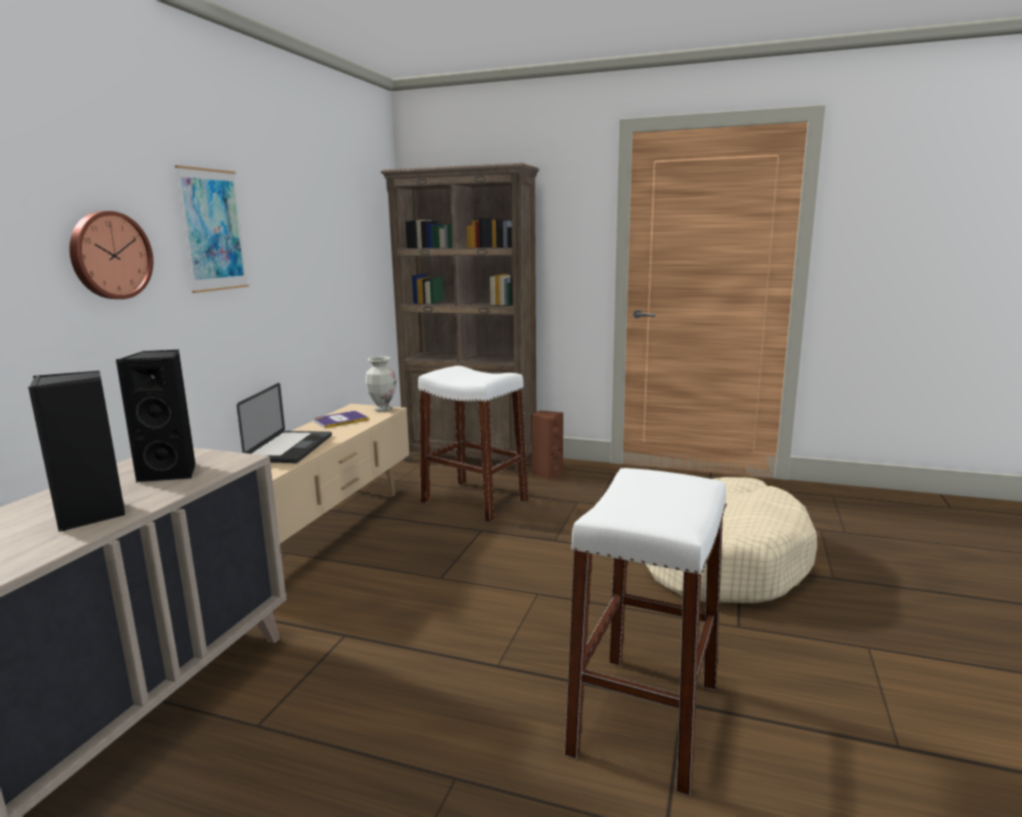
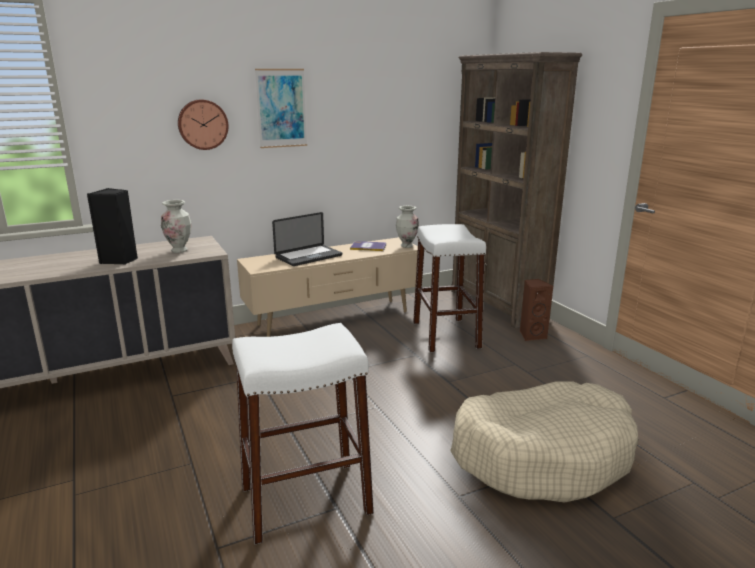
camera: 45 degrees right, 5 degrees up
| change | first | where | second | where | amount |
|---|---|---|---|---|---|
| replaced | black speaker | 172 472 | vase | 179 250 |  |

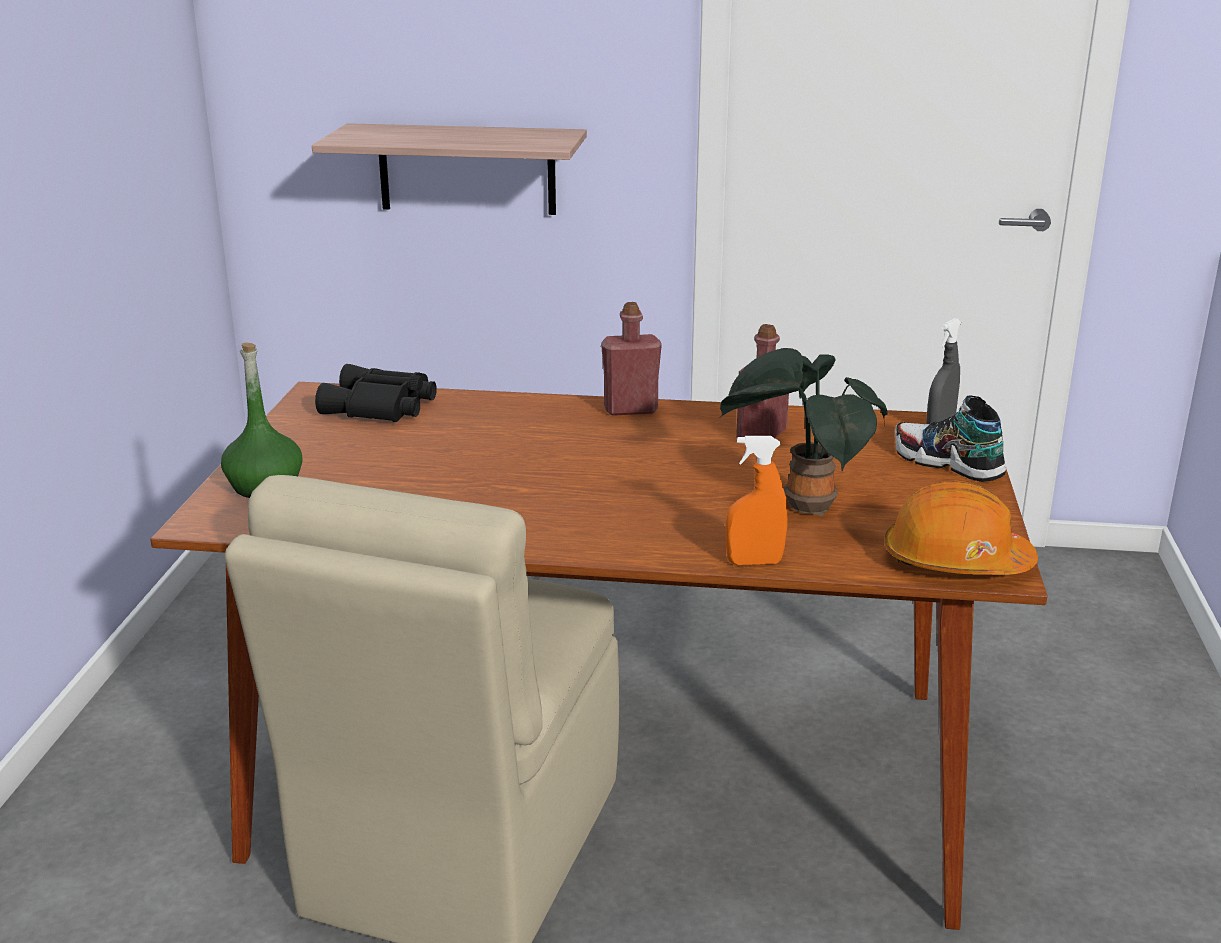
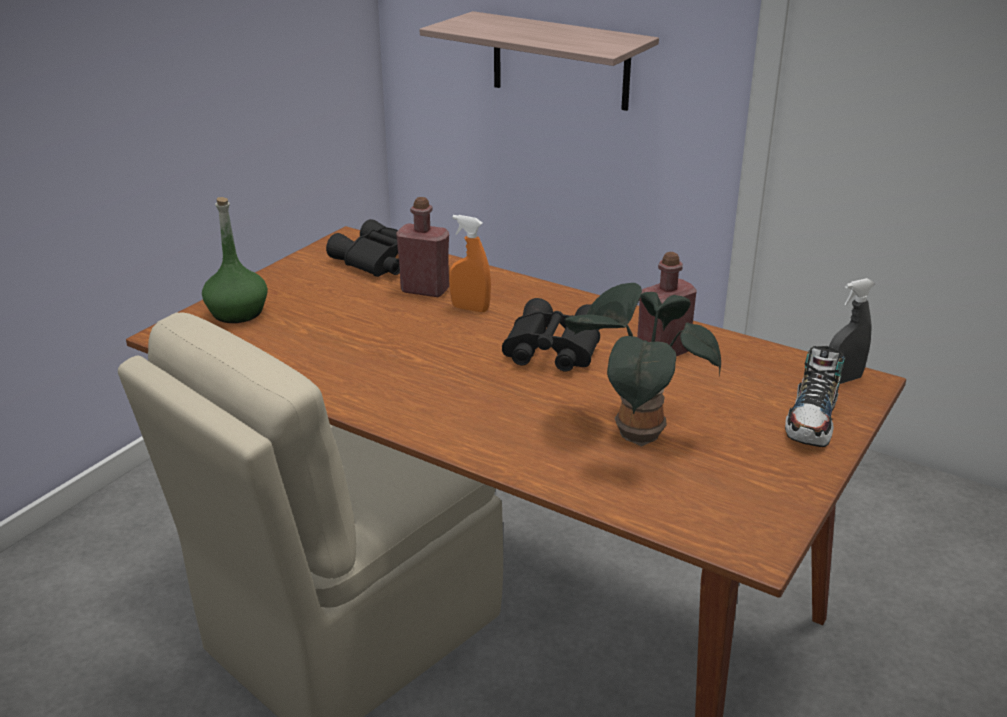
camera: 25 degrees right, 5 degrees up
| change | first | where | second | where | amount |
|---|---|---|---|---|---|
| moved | red bottle | 630 409 |  | 425 290 |  |
| turned | shoe | 947 463 |  | 812 421 | 135 degrees counterclockwise |
| moved | orange spray bottle | 754 562 |  | 470 308 |  |
| removed | orange hard hat | 955 561 |  |  |  |
| added |  |  | black binoculars | 550 349 |  |

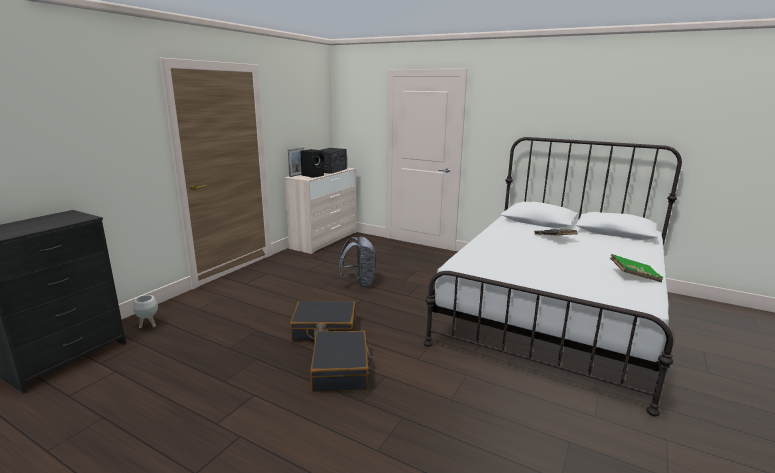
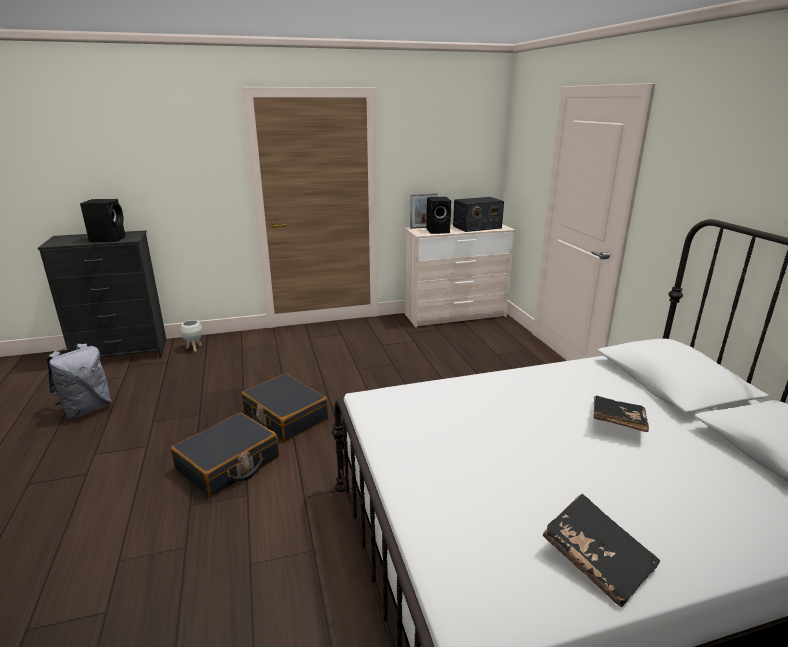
camera: 45 degrees right, 5 degrees up
| change | first | where | second | where | amount |
|---|---|---|---|---|---|
| moved | grey backpack | 359 283 |  | 87 409 |  |
| recoloured | green book | 634 275 | black book | 597 559 |  |
| added |  |  | black speaker | 109 239 |  |

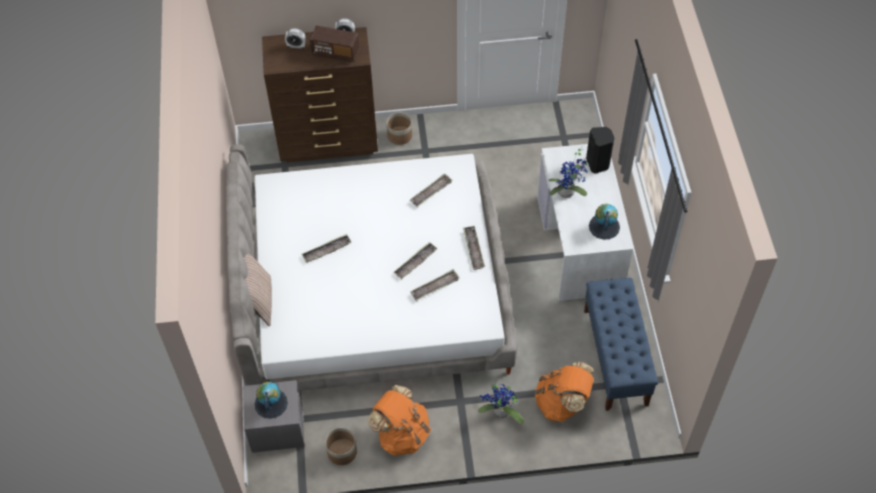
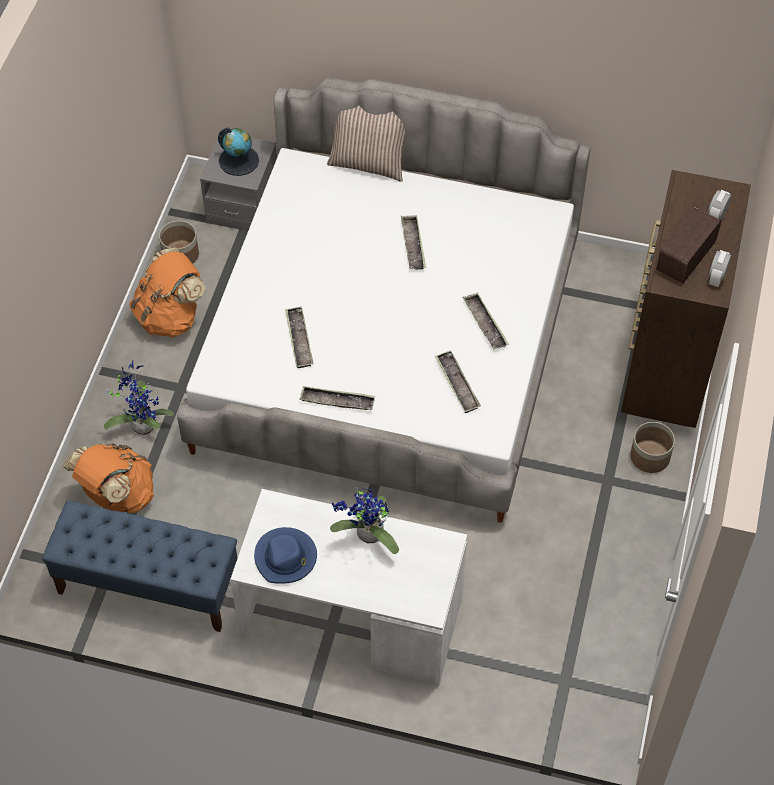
camera: 110 degrees right, 0 degrees up
| change | first | where | second | where | amount |
|---|---|---|---|---|---|
| removed | black speaker | 598 164 |  |  |  |
| replaced | globe | 604 226 | blue hat | 286 557 |  |
| moved | tray | 415 262 |  | 485 324 |  |

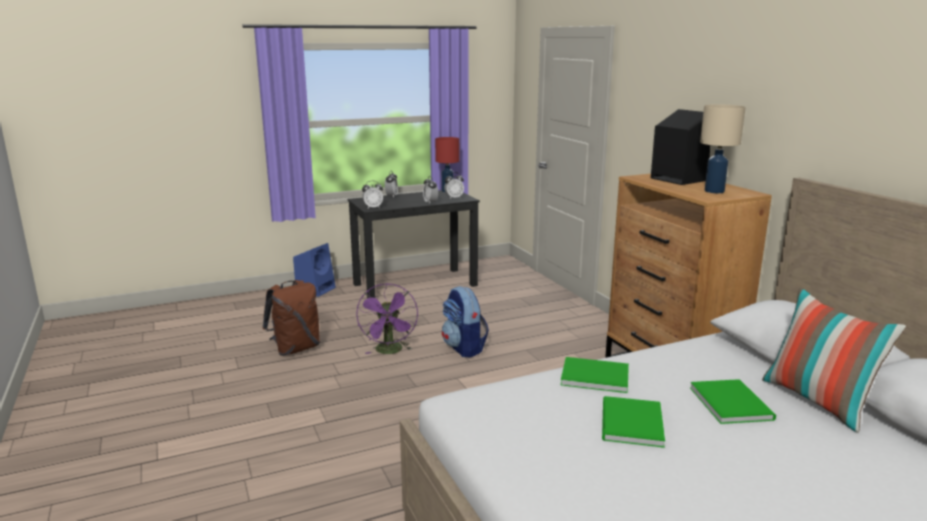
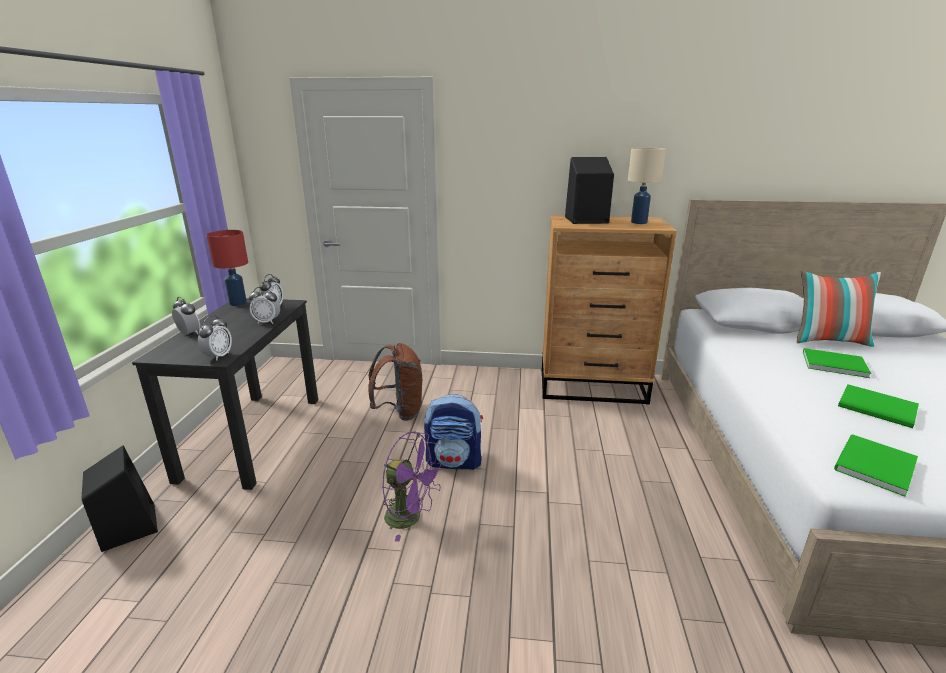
camera: 60 degrees left, 5 degrees up
| change | first | where | second | where | amount |
|---|---|---|---|---|---|
| recoloured | blue speaker | 316 289 | black speaker | 128 526 |  |
| moved | brown backpack | 295 349 |  | 399 412 |  |
| moved | green book | 593 375 |  | 872 466 |  |

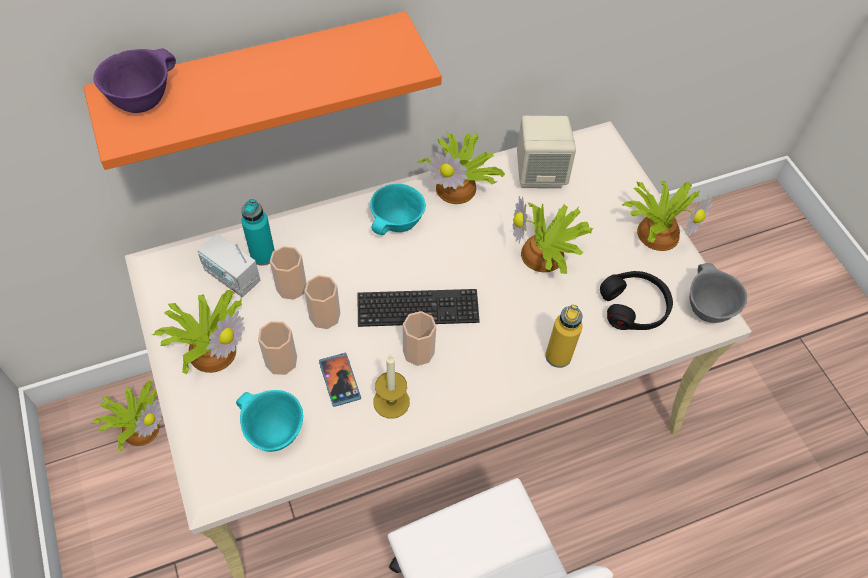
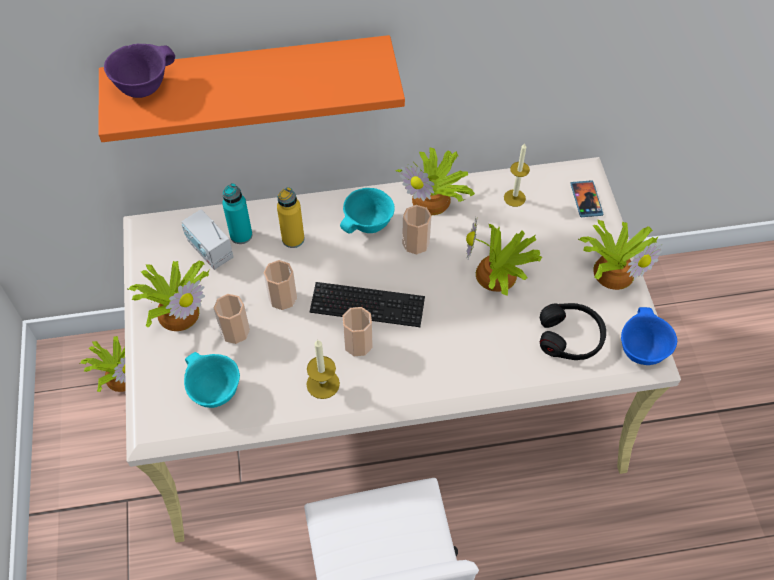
camera: 15 degrees right, 0 degrees up
| change | first | where | second | where | amount |
|---|---|---|---|---|---|
| replaced | beige speaker | 540 173 | candle | 514 198 |  |
| moved | cup | 291 287 |  | 415 243 |  |
| recoloured | grey bowl | 707 309 | blue bowl | 640 351 |  |
| moved | yellow bottle | 558 356 |  | 293 239 |  |
| moved | phone | 340 380 |  | 586 200 |  |

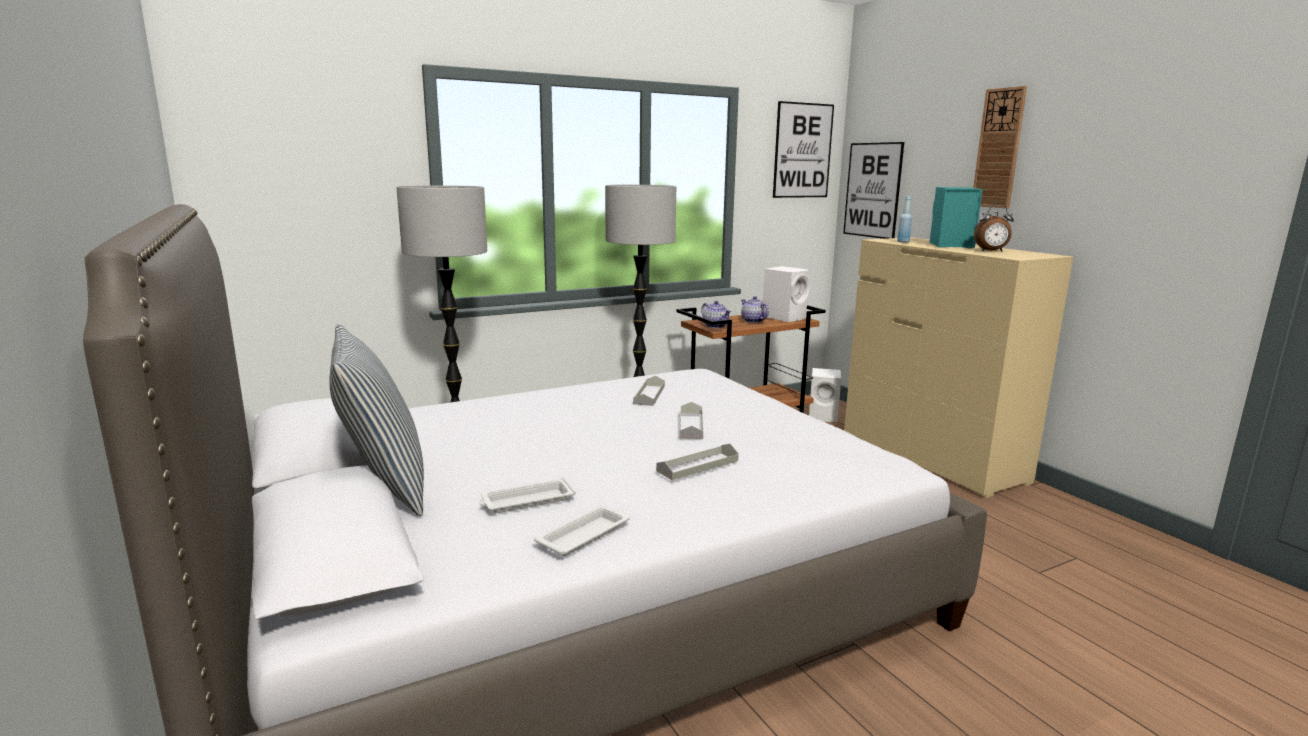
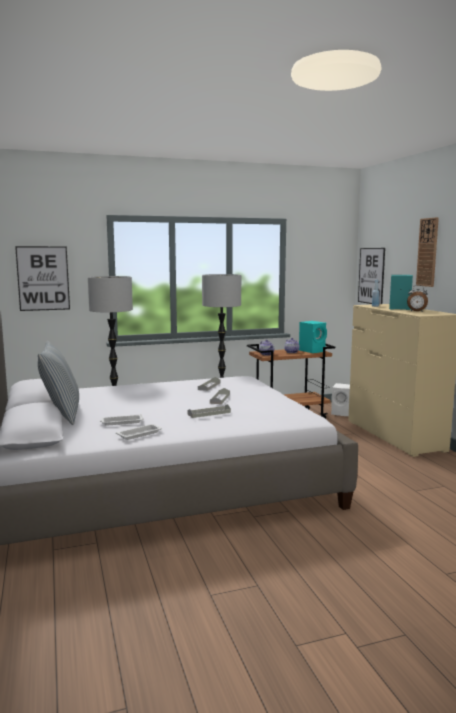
camera: 10 degrees right, 5 degrees down
| change | first | where | second | where | amount |
|---|---|---|---|---|---|
| moved | picture | 802 151 |  | 43 278 |  |
| recoloured | white speaker | 785 317 | turquoise speaker | 312 351 |  |

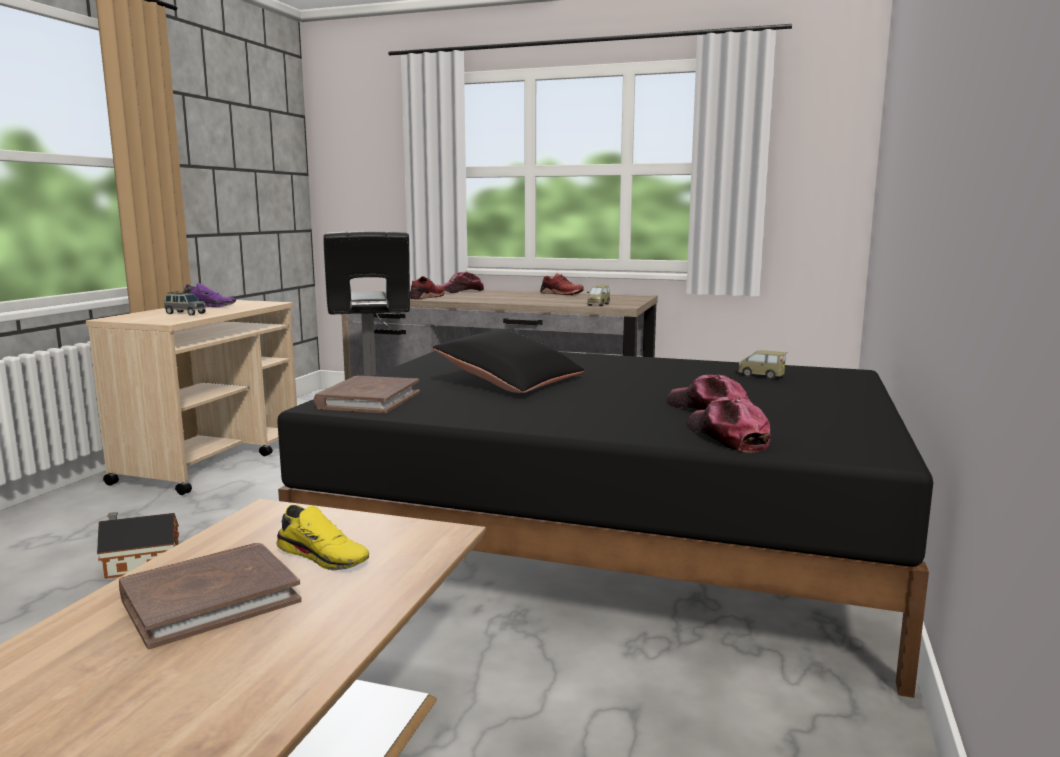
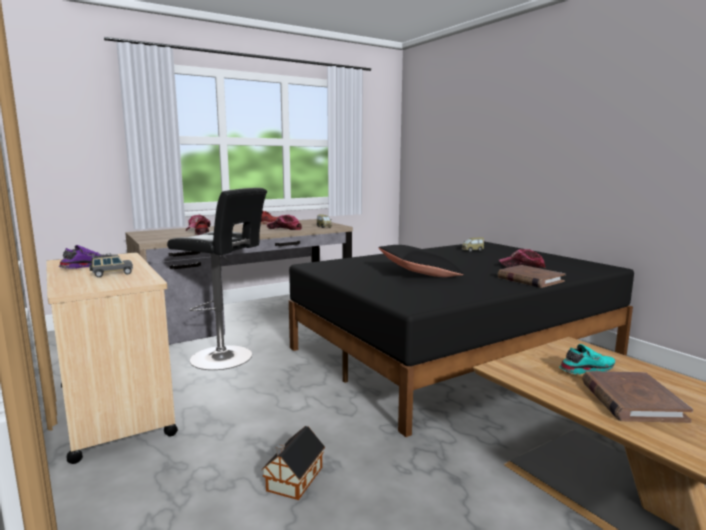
camera: 50 degrees left, 0 degrees up
| change | first | where | second | where | amount |
|---|---|---|---|---|---|
| moved | brown book | 368 400 |  | 530 279 |  |
| moved | cap | 727 437 |  | 284 228 |  |
| recoloured | yellow shoe | 325 556 | turquoise shoe | 585 369 |  |

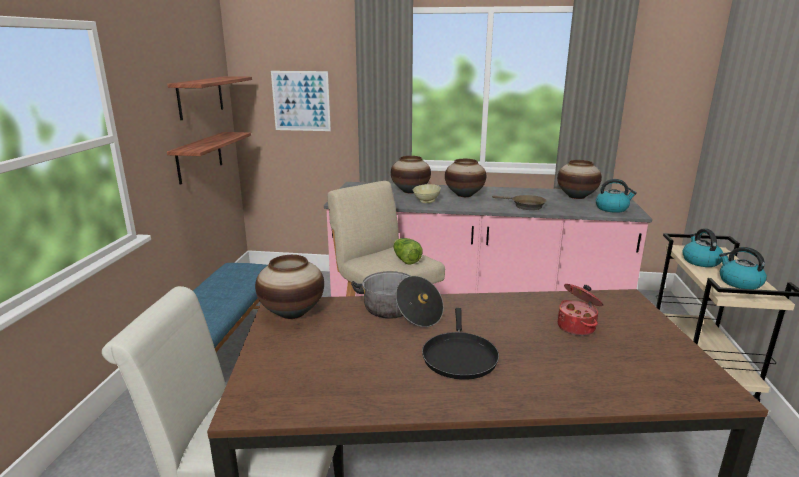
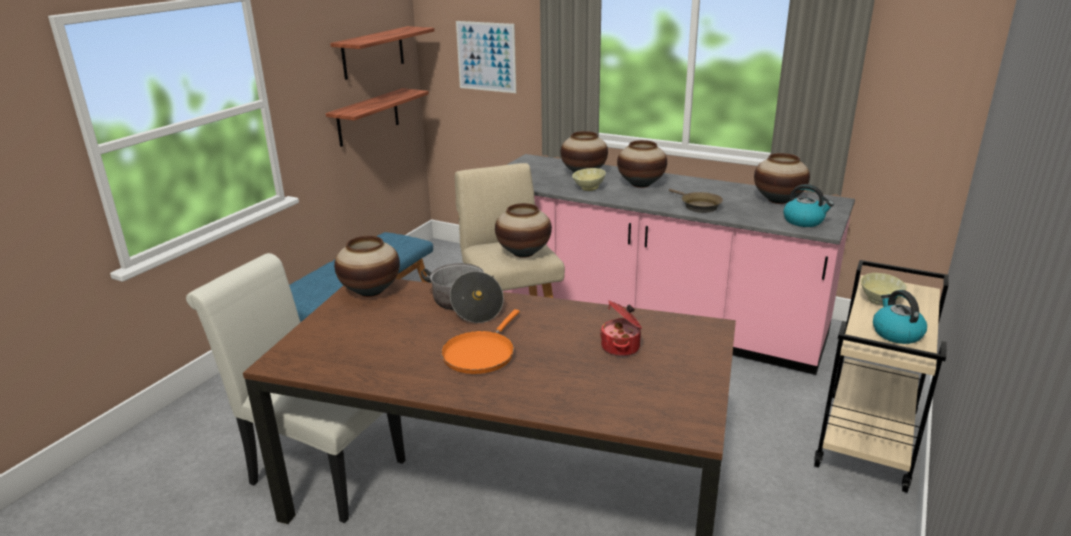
camera: 20 degrees right, 5 degrees up
| change | first | where | second | where | amount |
|---|---|---|---|---|---|
| replaced | kettle | 700 261 | beige bowl | 879 301 |  |
| replaced | lettuce | 405 259 | vase | 523 253 |  |
| recoloured | black frying pan | 459 356 | orange frying pan | 481 353 |  |

